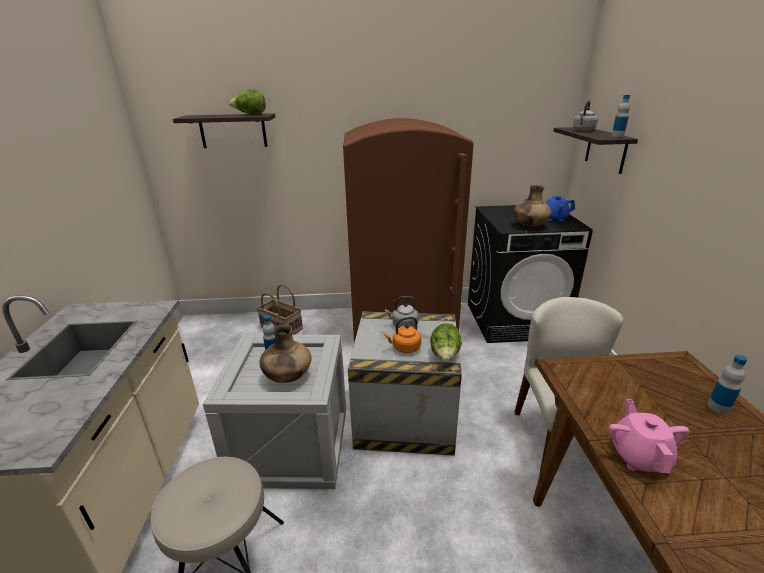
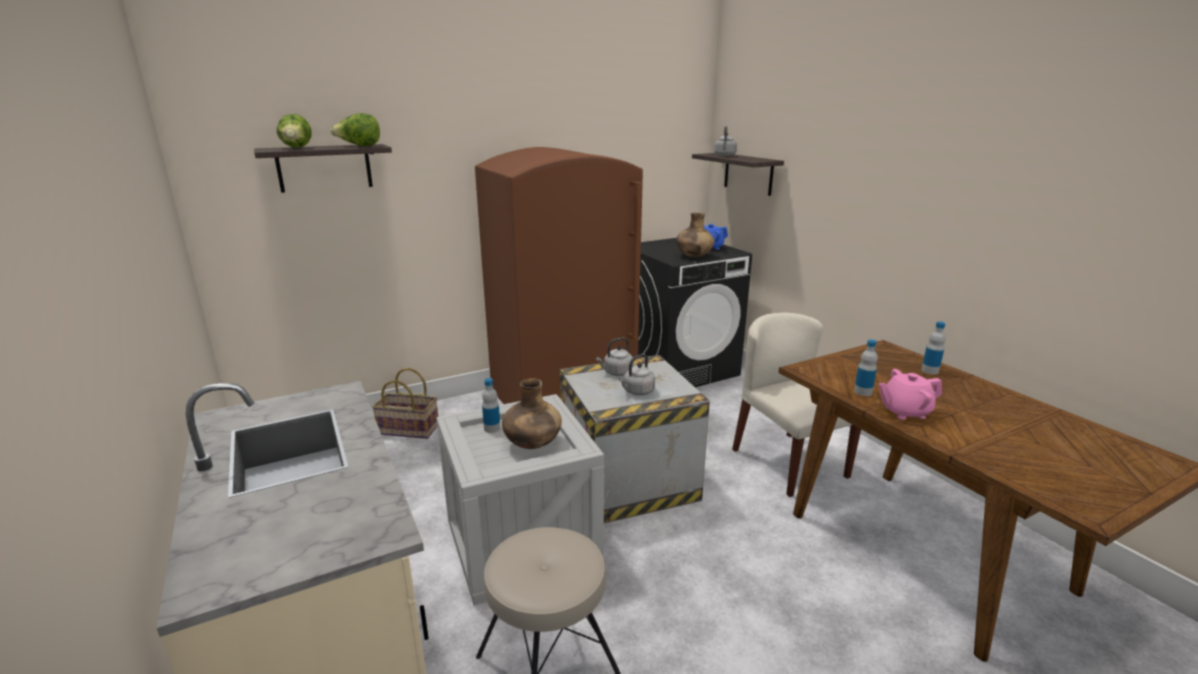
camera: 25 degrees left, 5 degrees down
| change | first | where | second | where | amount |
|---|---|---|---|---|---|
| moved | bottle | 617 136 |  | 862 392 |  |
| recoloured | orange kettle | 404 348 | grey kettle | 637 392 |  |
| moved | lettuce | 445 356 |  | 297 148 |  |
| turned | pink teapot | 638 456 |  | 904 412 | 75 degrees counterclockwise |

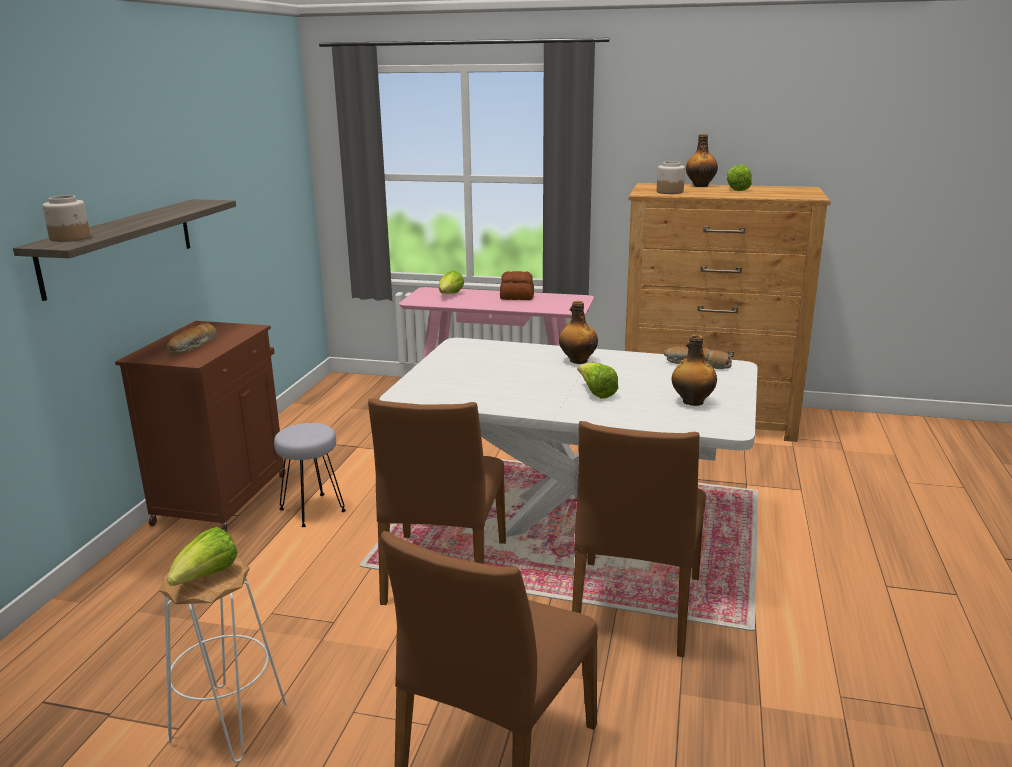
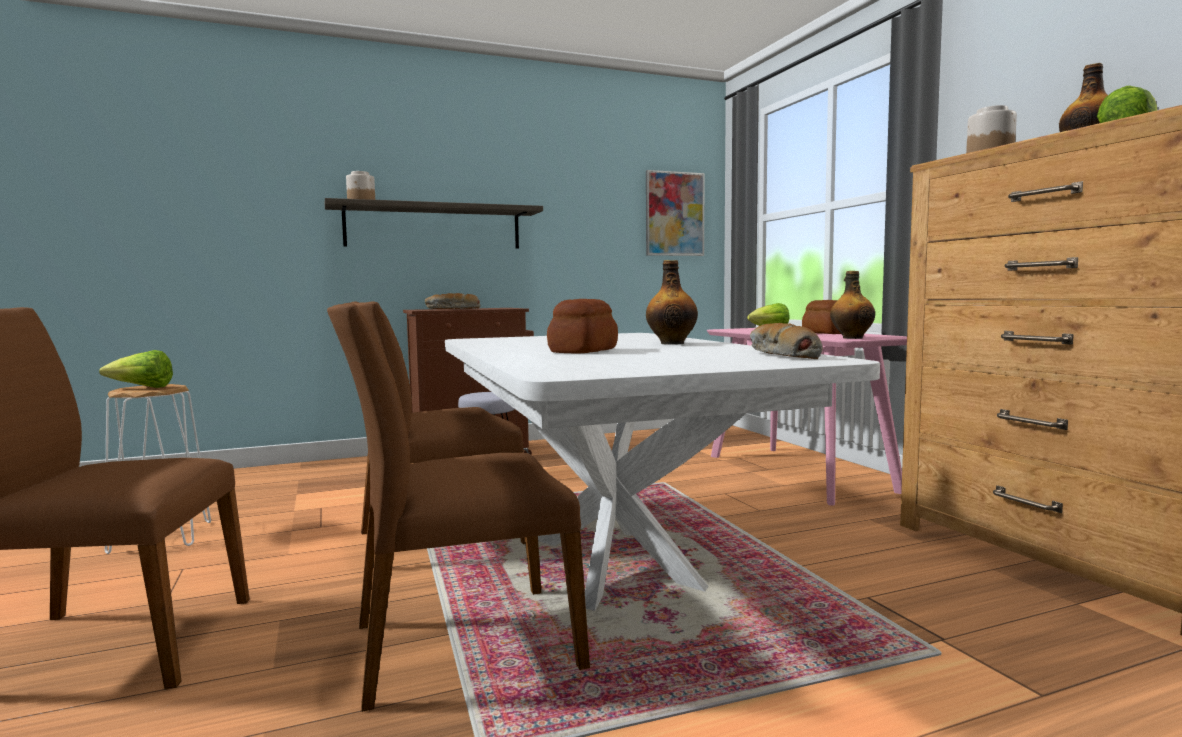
camera: 55 degrees right, 15 degrees down
| change | first | where | second | where | amount |
|---|---|---|---|---|---|
| moved | bottle | 692 402 |  | 852 338 |  |
| replaced | lettuce | 596 393 | bread | 582 351 |  |
| added |  |  | picture | 674 214 |  |

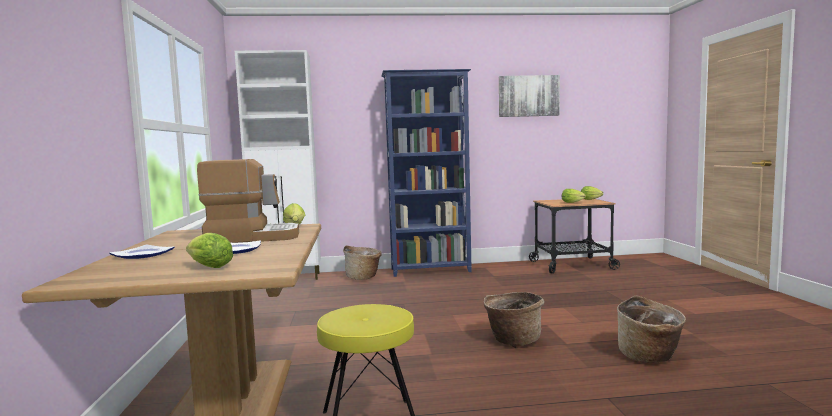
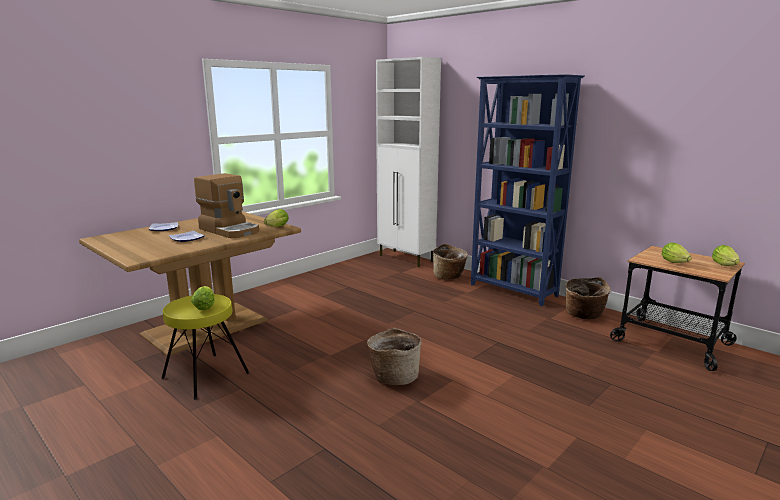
camera: 50 degrees right, 10 degrees up
| change | first | where | second | where | amount |
|---|---|---|---|---|---|
| removed | picture | 528 96 |  |  |  |
| moved | lettuce | 207 267 |  | 205 306 |  |
| moved | basket | 649 357 |  | 584 316 |  |

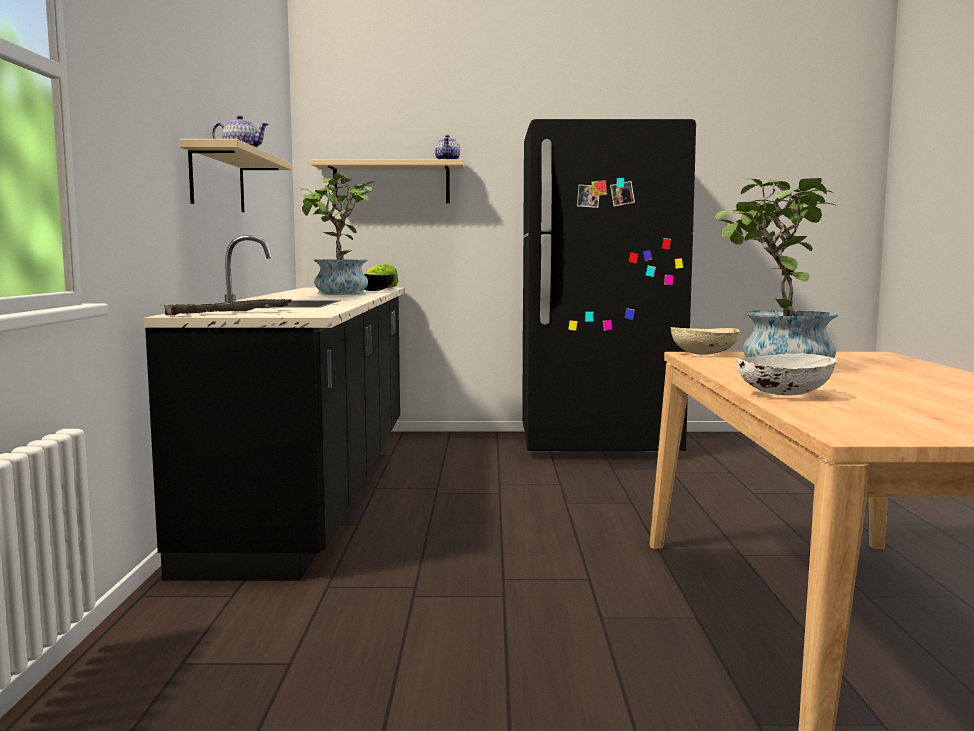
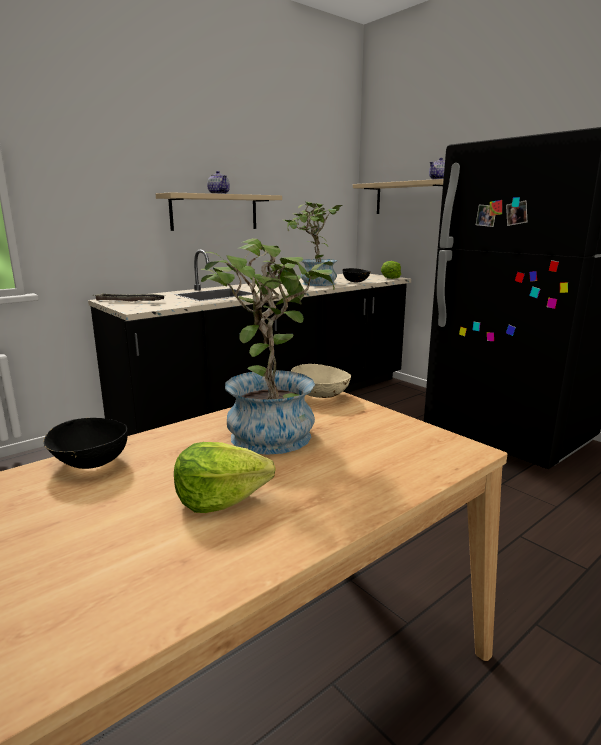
camera: 50 degrees right, 10 degrees up
| change | first | where | second | where | amount |
|---|---|---|---|---|---|
| recoloured | white bowl | 784 395 | black bowl | 89 462 |  |
| added |  |  | lettuce | 220 498 |  |

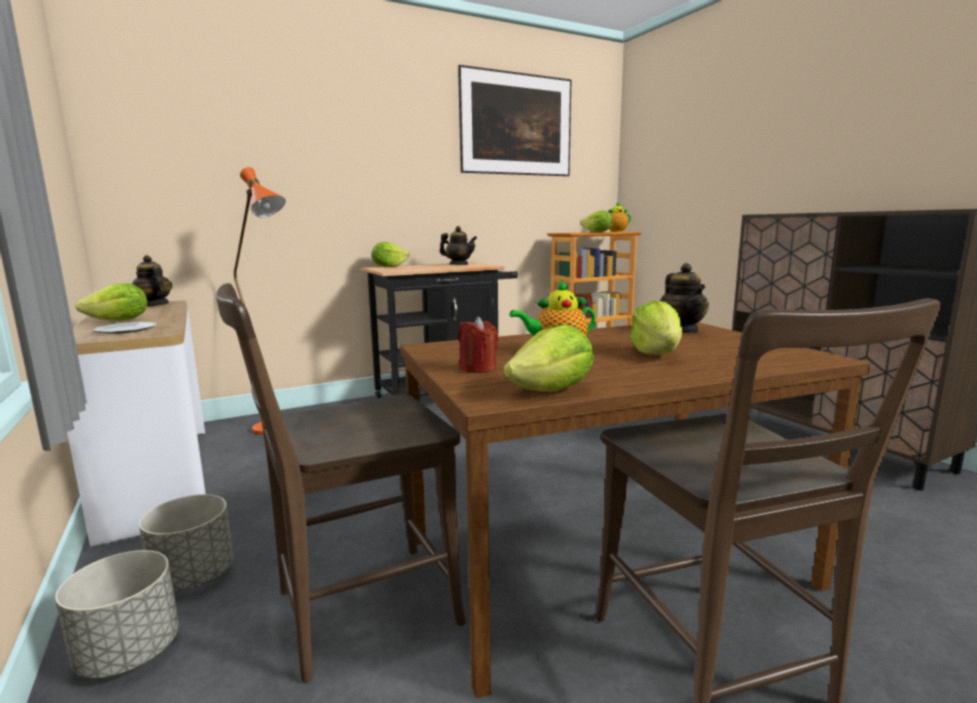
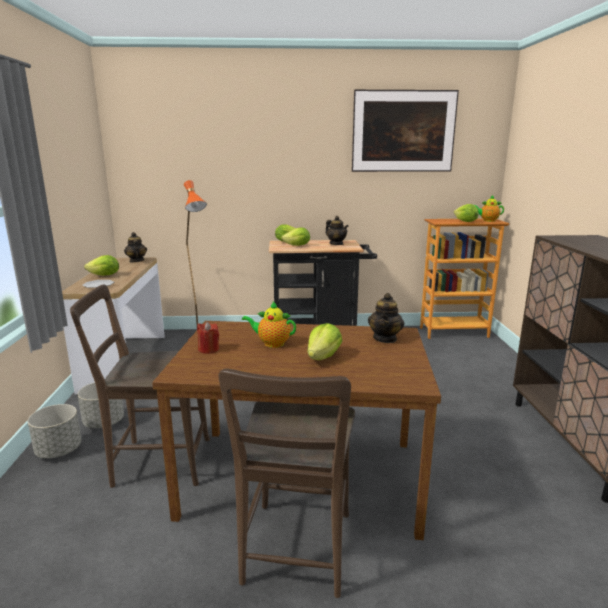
camera: 25 degrees right, 5 degrees up
| change | first | where | second | where | amount |
|---|---|---|---|---|---|
| moved | lettuce | 552 391 |  | 297 246 |  |

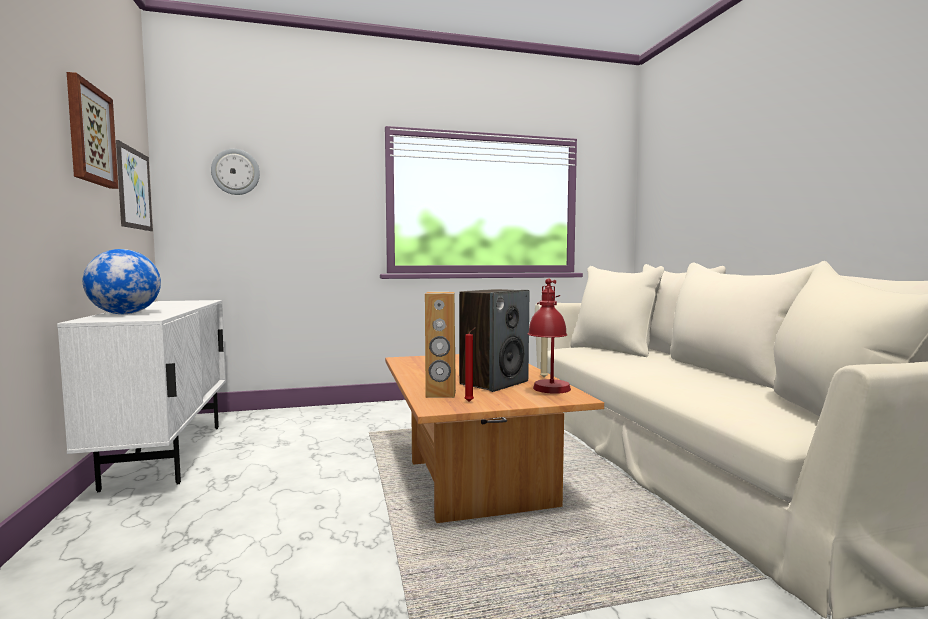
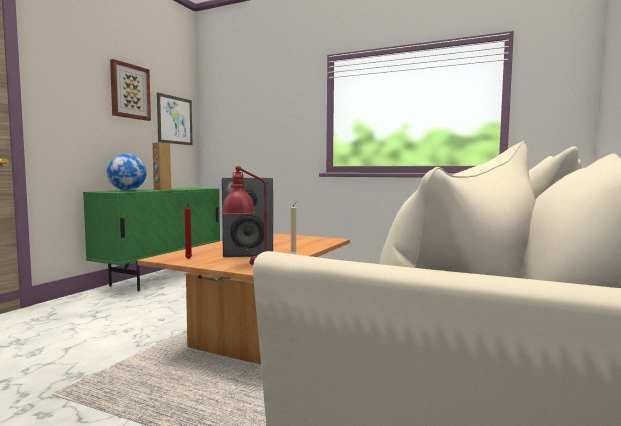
camera: 40 degrees right, 0 degrees up
| change | first | where | second | where | amount |
|---|---|---|---|---|---|
| removed | wall clock | 235 172 |  |  |  |
| moved | brown speaker | 440 394 |  | 162 190 |  |
| recoloured | white cabinet | 167 455 | green cabinet | 162 277 |  |

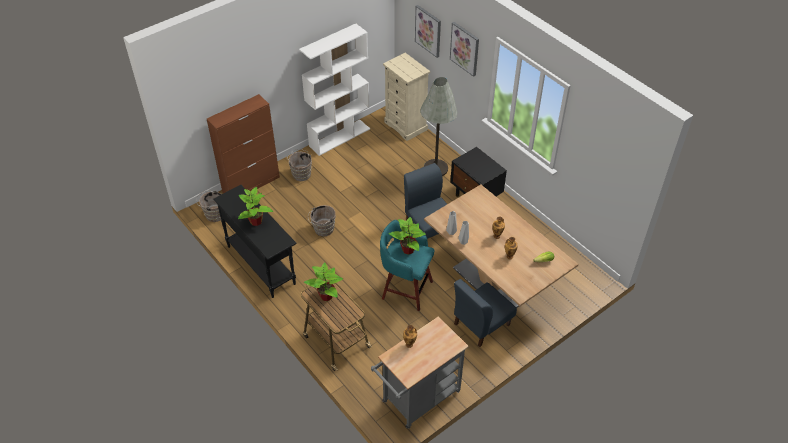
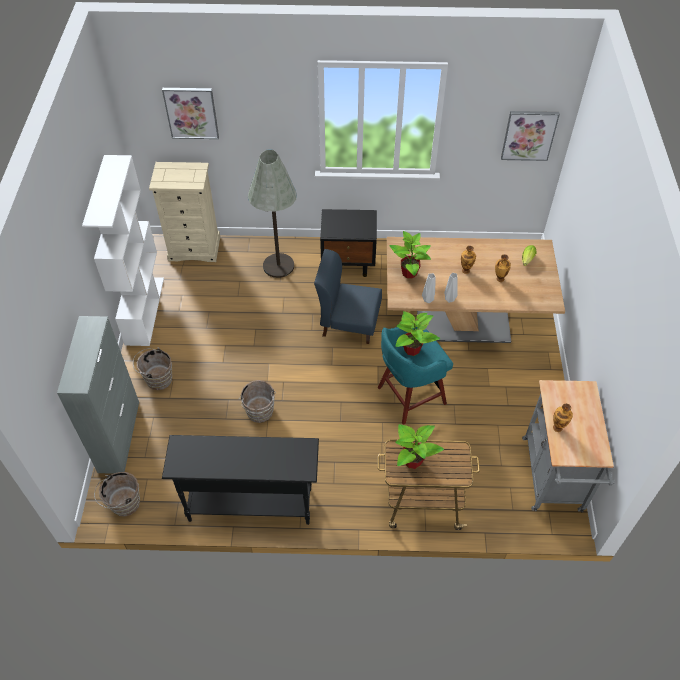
camera: 50 degrees left, 5 degrees up
| change | first | where | second | where | amount |
|---|---|---|---|---|---|
| moved | picture | 465 48 |  | 529 135 |  |
| recoloured | brown cabinet | 251 184 | grey cabinet | 119 436 |  |
| moved | potted plant | 256 221 |  | 409 273 |  |
| removed | blue chair | 481 324 |  |  |  |

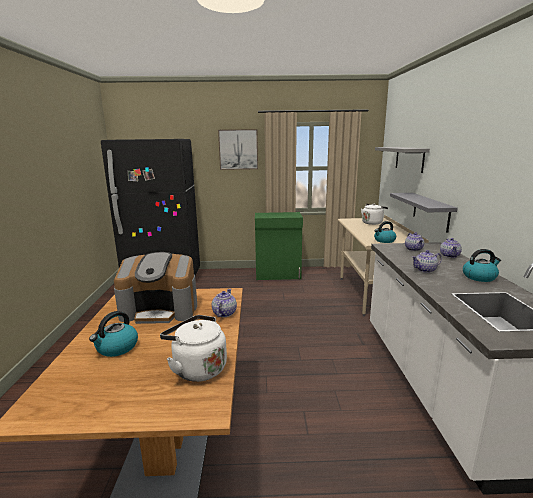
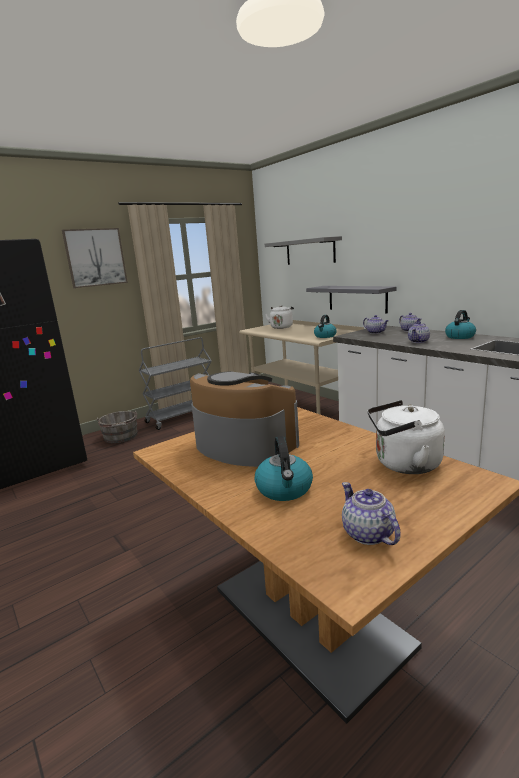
camera: 35 degrees left, 0 degrees up
| change | first | where | second | where | amount |
|---|---|---|---|---|---|
| replaced | green cabinet | 278 275 | grey cart | 182 416 |  |
| turned | coffee machine | 161 310 |  | 243 445 | 105 degrees counterclockwise |
| moved | teapot | 224 313 |  | 368 534 |  |
| added |  |  | grey bucket | 121 437 |  |

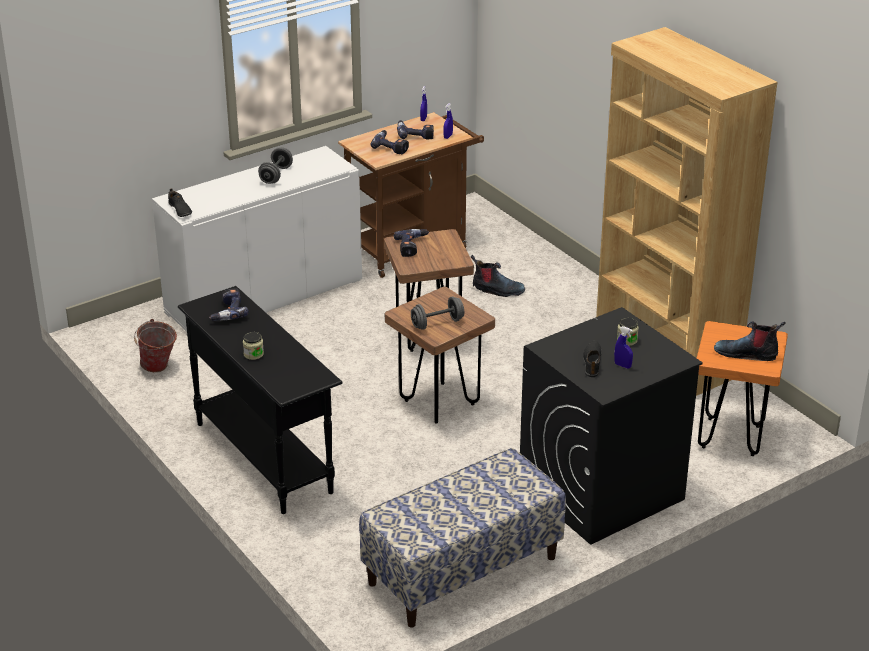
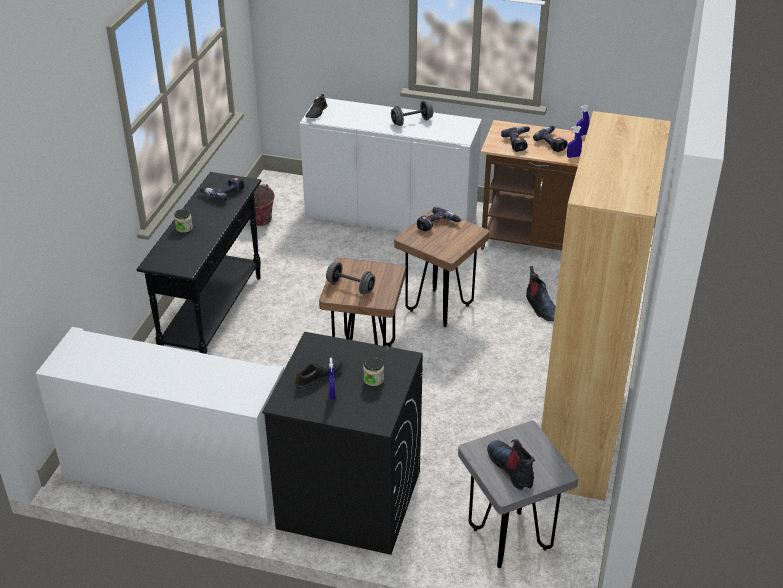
camera: 50 degrees right, 5 degrees up
| change | first | where | second | where | amount |
|---|---|---|---|---|---|
| recoloured | orange stool | 731 437 | grey stool | 509 539 |  |
| replaced | bench | 462 571 | white cabinet | 178 476 |  |

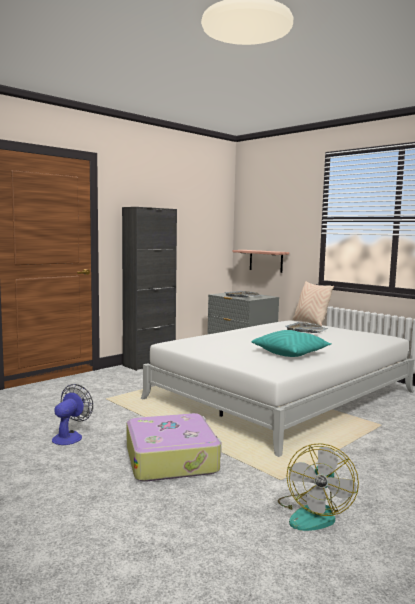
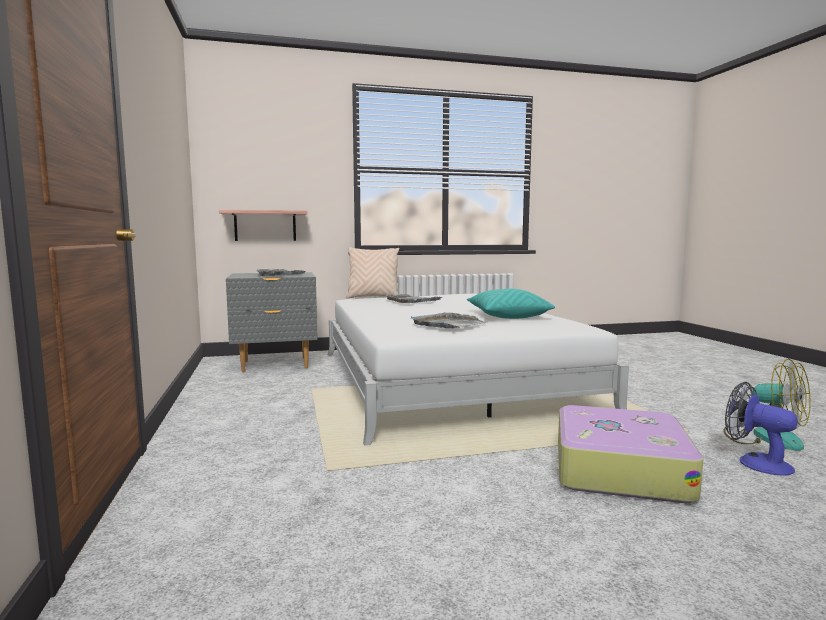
camera: 60 degrees left, 0 degrees up
| change | first | where | second | where | amount |
|---|---|---|---|---|---|
| removed | black cabinet | 149 363 |  |  |  |
| moved | fan | 70 436 |  | 755 462 |  |
| added |  |  | grey tray | 448 324 |  |

